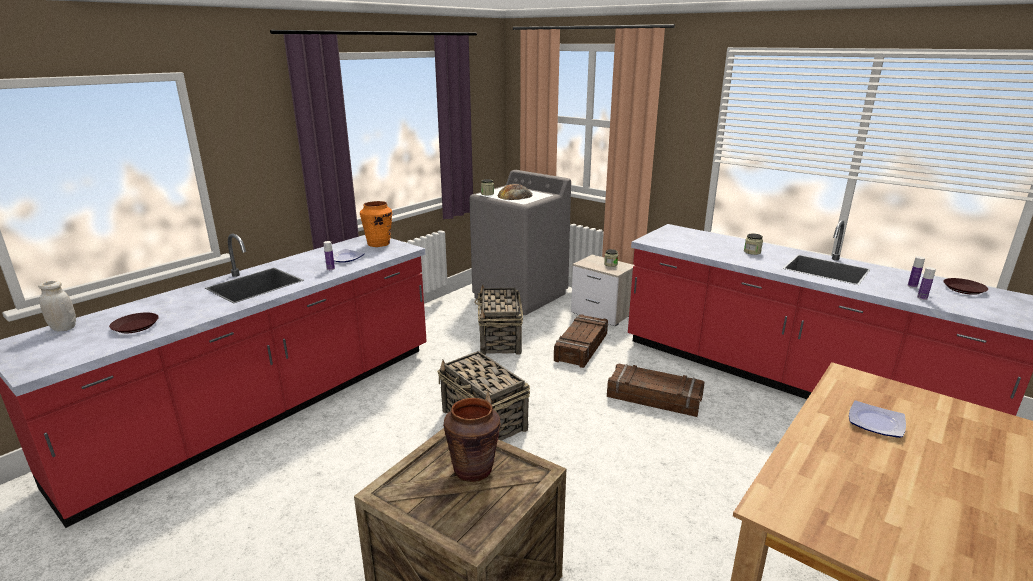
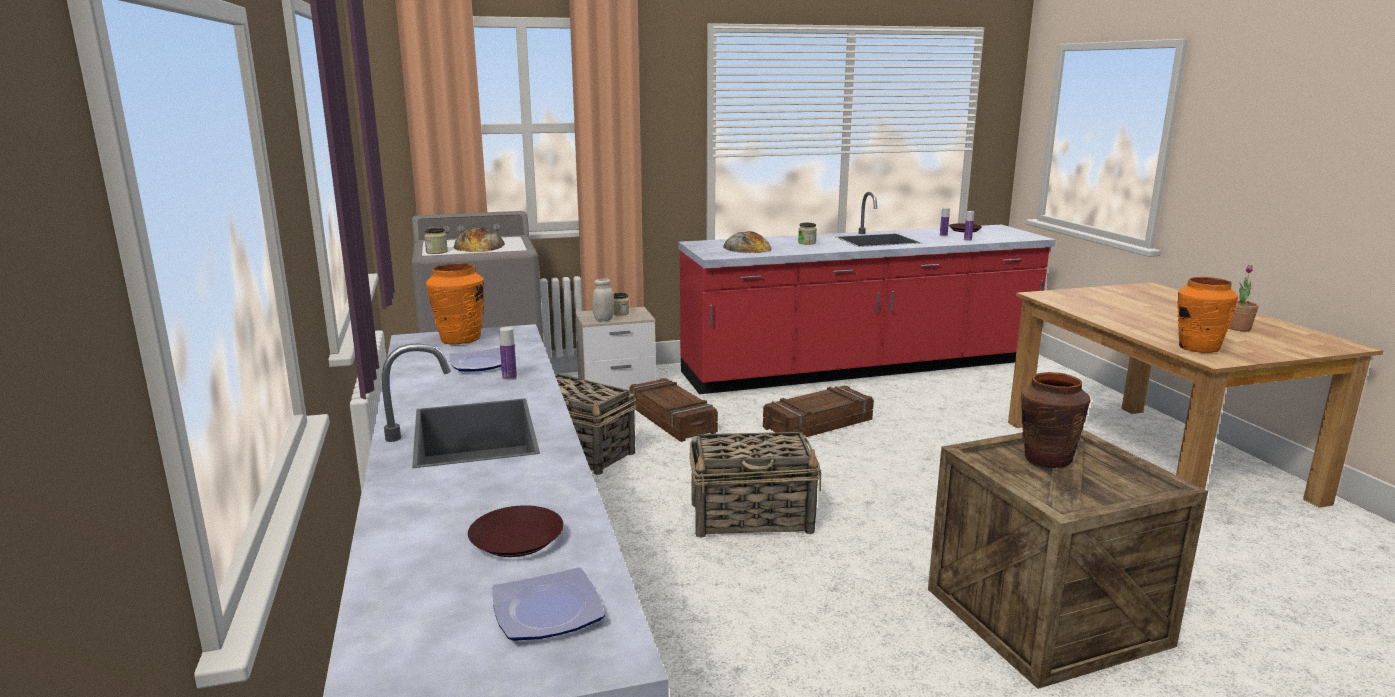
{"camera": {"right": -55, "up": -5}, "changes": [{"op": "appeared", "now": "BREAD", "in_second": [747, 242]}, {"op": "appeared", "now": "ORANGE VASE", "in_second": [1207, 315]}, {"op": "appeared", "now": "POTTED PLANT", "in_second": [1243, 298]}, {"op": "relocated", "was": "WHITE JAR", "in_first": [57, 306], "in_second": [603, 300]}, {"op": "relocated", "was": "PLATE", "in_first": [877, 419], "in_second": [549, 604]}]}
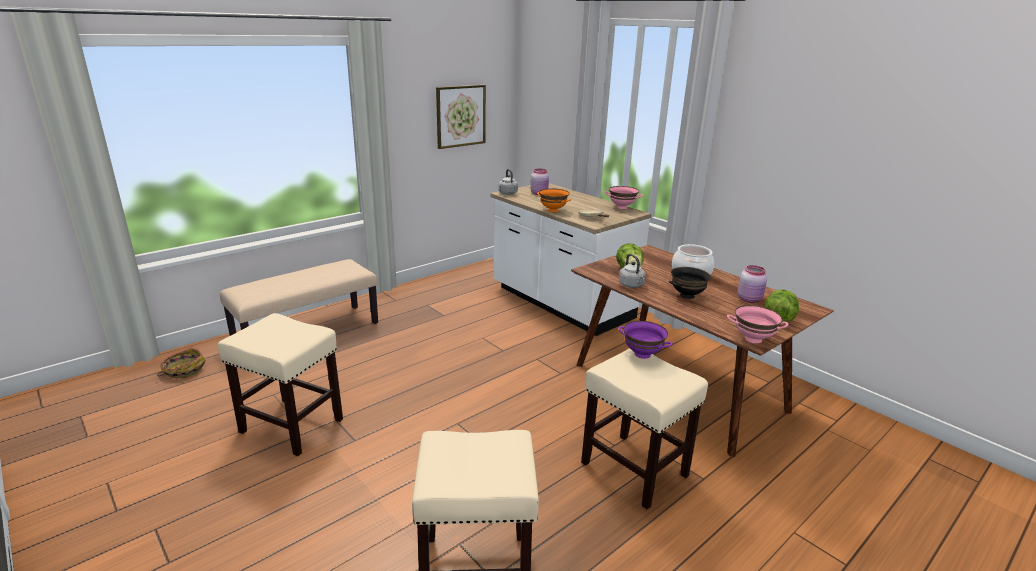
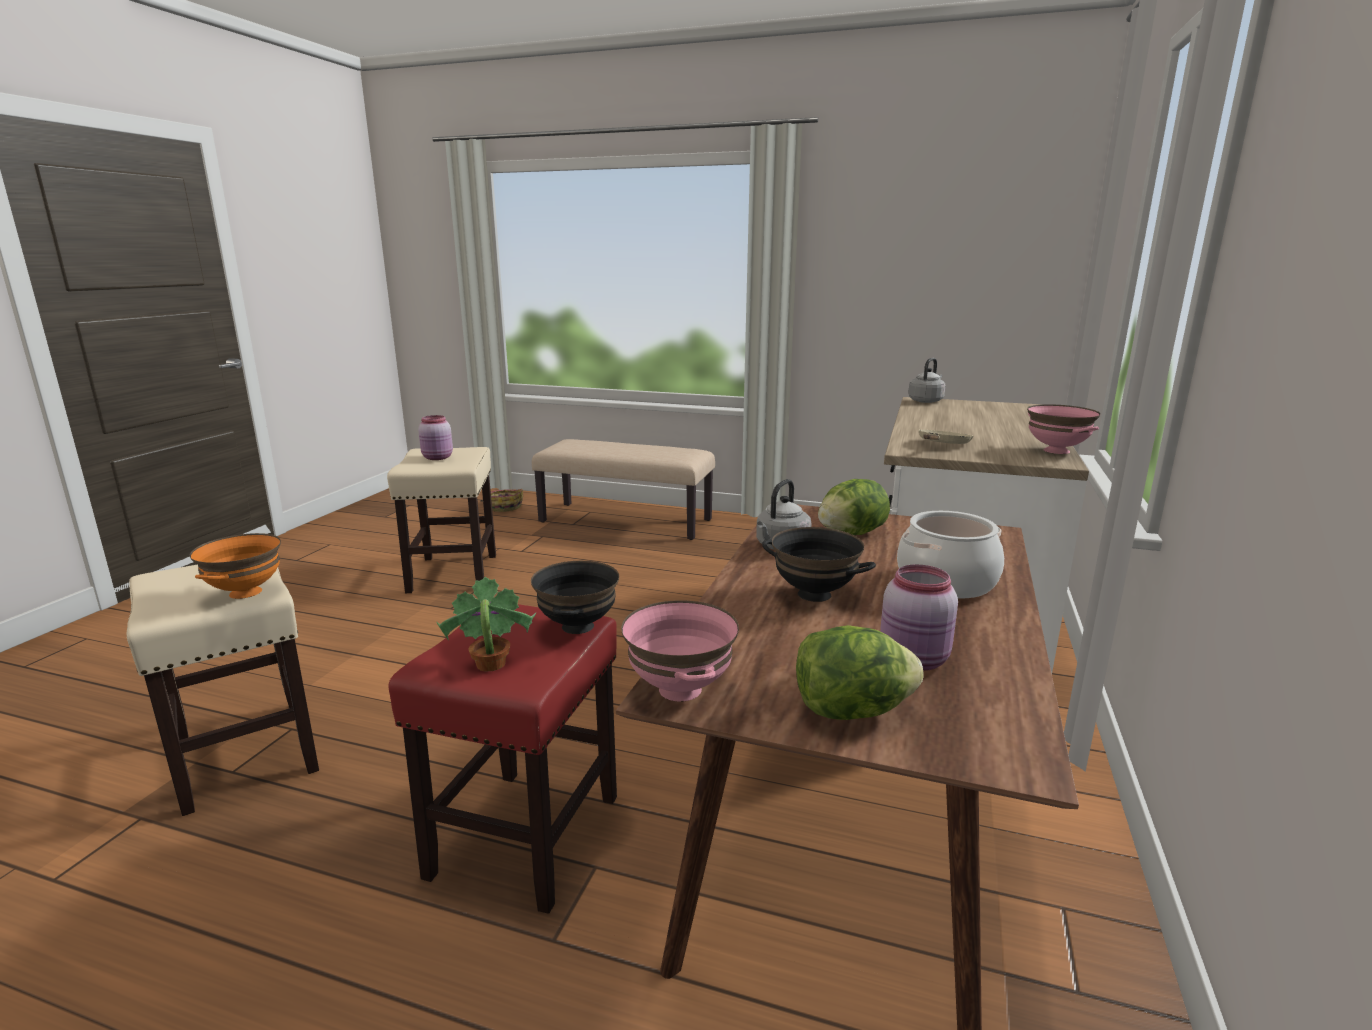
{"camera": {"right": 60, "up": -5}, "changes": [{"op": "missing", "was": "PICTURE", "in_first": [461, 117]}, {"op": "appeared", "now": "POTTED PLANT", "in_second": [486, 624]}, {"op": "relocated", "was": "PINK JAR", "in_first": [540, 182], "in_second": [435, 437]}, {"op": "relocated", "was": "ORANGE BOWL", "in_first": [554, 200], "in_second": [235, 566]}, {"op": "colour", "was": "BEIGE STOOL", "now": "RED STOOL", "in_first": [644, 428], "in_second": [503, 759]}, {"op": "colour", "was": "PURPLE BOWL", "now": "BLACK BOWL", "in_first": [645, 340], "in_second": [575, 597]}]}
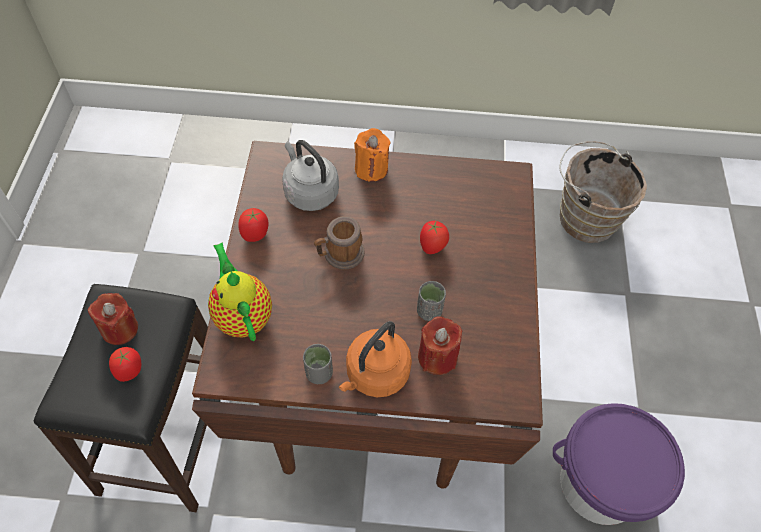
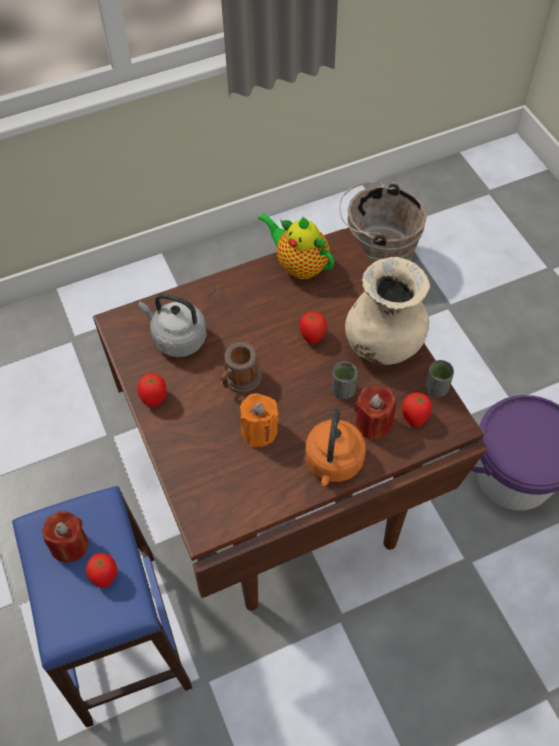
{"camera": {"right": -25, "up": 0}, "changes": [{"op": "appeared", "now": "BEIGE VASE", "in_second": [387, 311]}, {"op": "appeared", "now": "TOMATO", "in_second": [417, 410]}, {"op": "relocated", "was": "TEAPOT", "in_first": [240, 291], "in_second": [296, 246]}, {"op": "relocated", "was": "GREY CUP", "in_first": [318, 364], "in_second": [439, 378]}, {"op": "relocated", "was": "ORANGE CANDLE", "in_first": [372, 155], "in_second": [259, 420]}, {"op": "colour", "was": "BLACK STOOL", "now": "BLUE STOOL", "in_first": [121, 398], "in_second": [102, 607]}]}
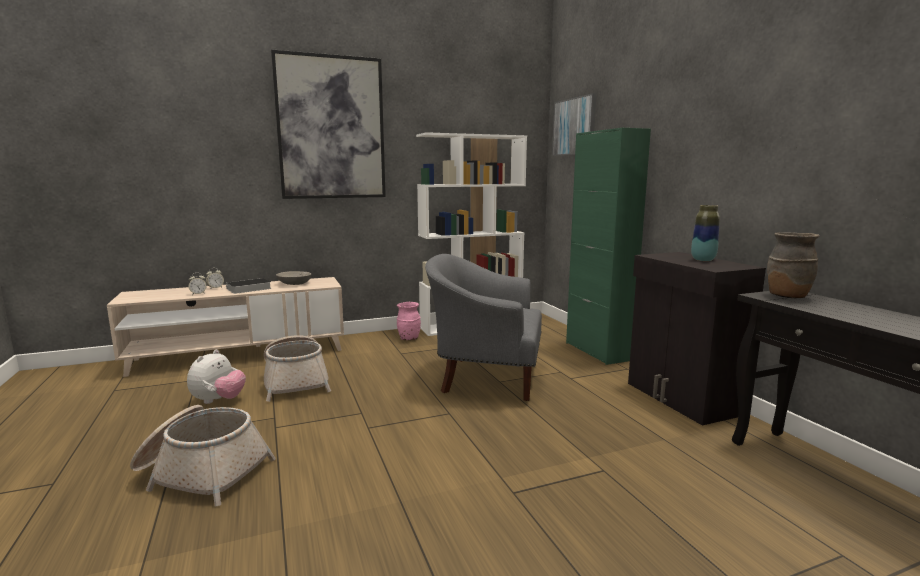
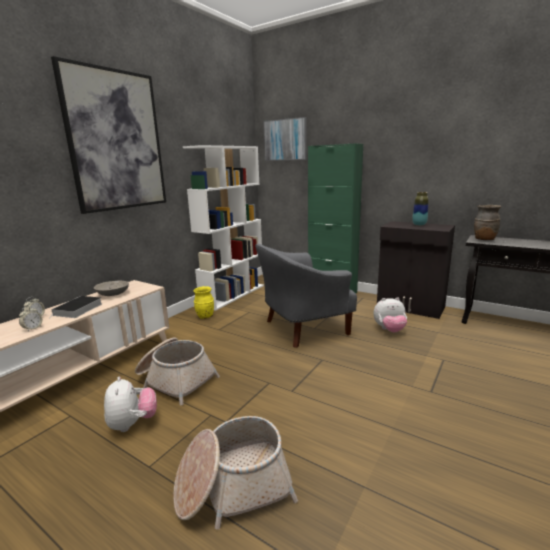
{"camera": {"right": -35, "up": 5}, "changes": [{"op": "appeared", "now": "PLUSH TOY", "in_second": [390, 315]}, {"op": "colour", "was": "PINK VASE", "now": "YELLOW VASE", "in_first": [409, 321], "in_second": [204, 302]}]}
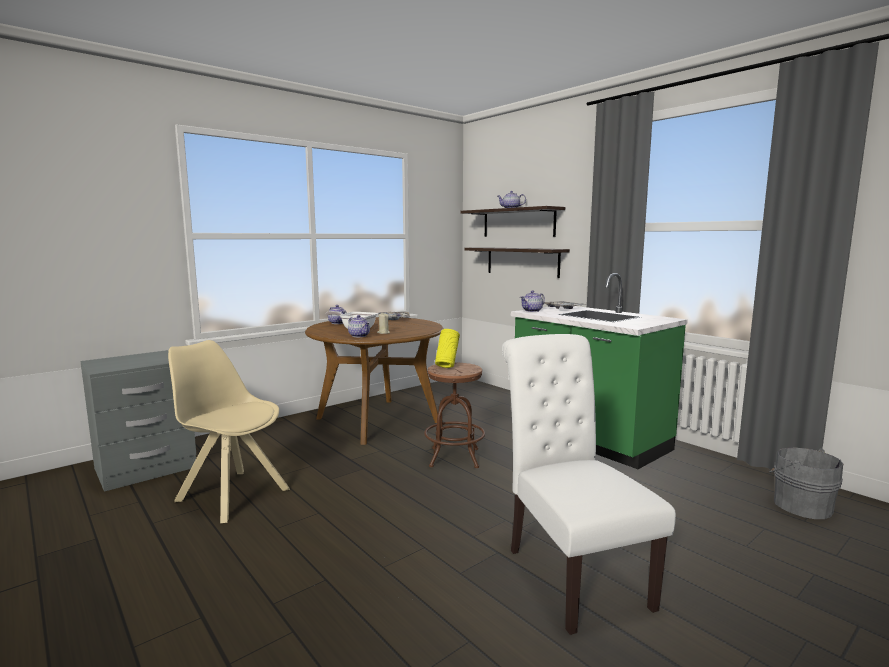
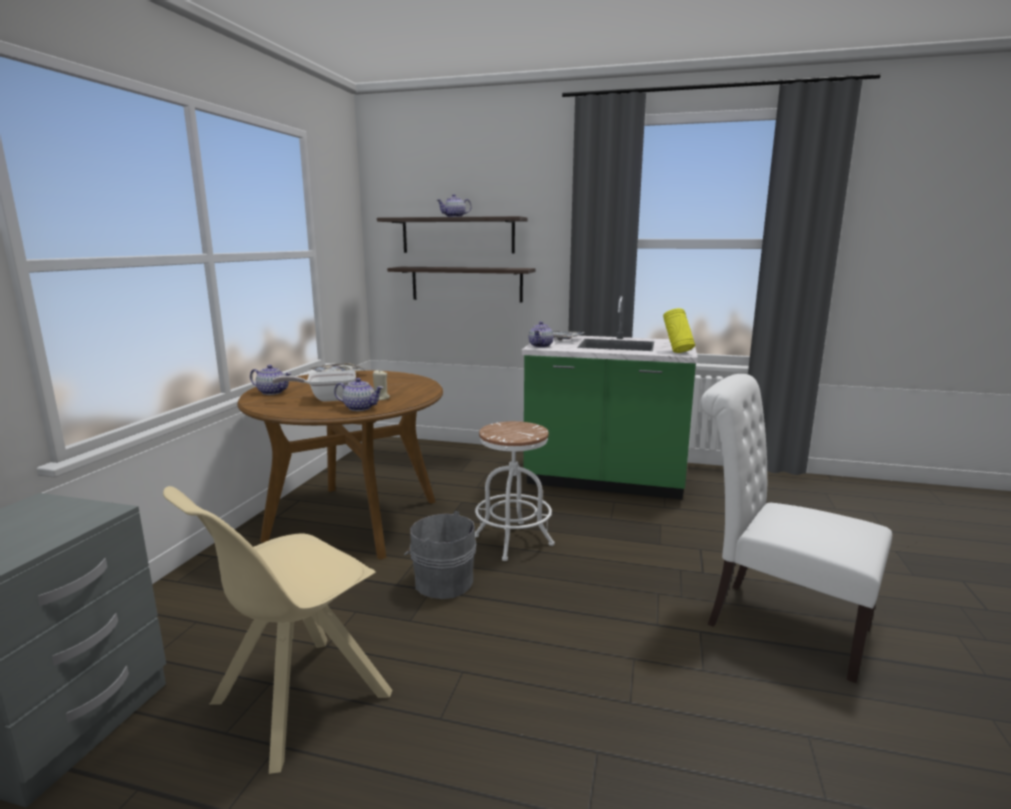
{"camera": {"right": -35, "up": 5}, "changes": [{"op": "relocated", "was": "YELLOW VASE", "in_first": [447, 348], "in_second": [679, 330]}, {"op": "relocated", "was": "GREY BUCKET", "in_first": [806, 483], "in_second": [440, 555]}, {"op": "colour", "was": "BROWN STOOL", "now": "WHITE STOOL", "in_first": [454, 415], "in_second": [515, 491]}, {"op": "spun", "was": "BEIGE CHAIR", "in_first": [229, 431], "in_second": [277, 630], "clockwise": -45}]}
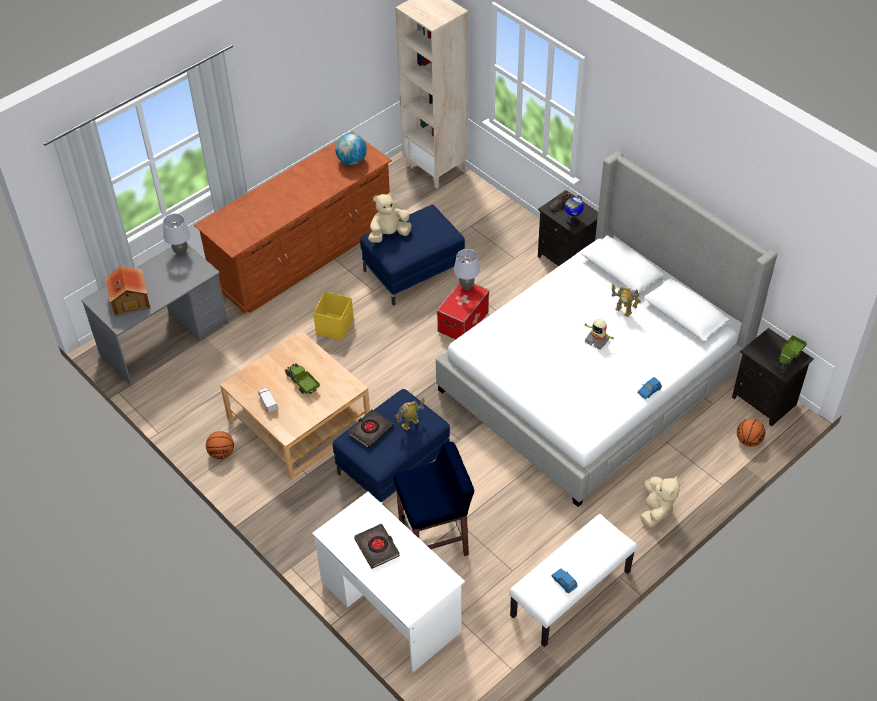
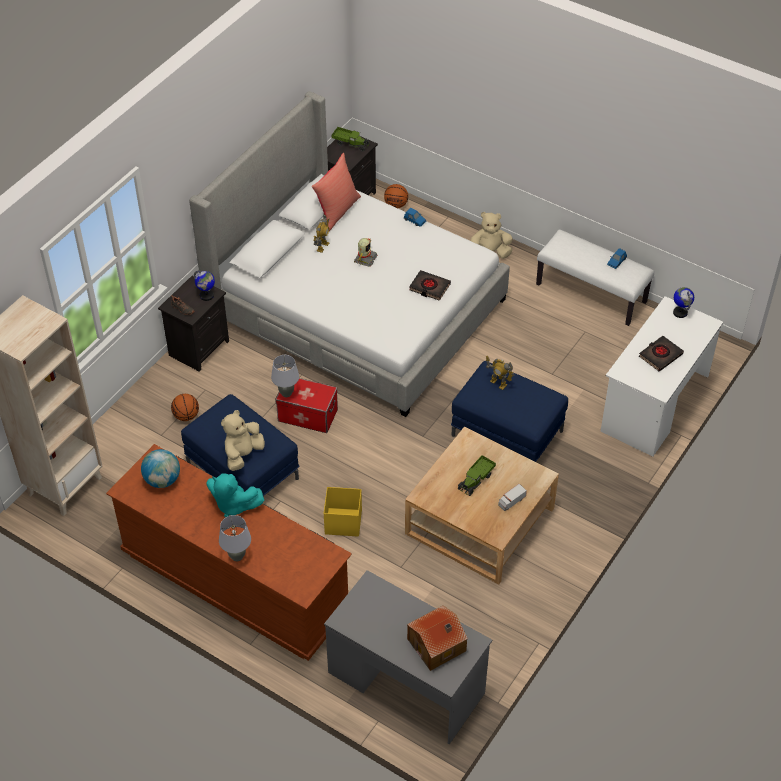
{"camera": {"right": -105, "up": 0}, "changes": [{"op": "missing", "was": "BLUE STOOL", "in_first": [434, 499]}, {"op": "appeared", "now": "TURQUOISE PLUSH TOY", "in_second": [235, 495]}, {"op": "appeared", "now": "RED PILLOW", "in_second": [336, 192]}, {"op": "appeared", "now": "GLOBE", "in_second": [683, 302]}, {"op": "relocated", "was": "GREY TABLE LAMP", "in_first": [177, 235], "in_second": [235, 538]}, {"op": "relocated", "was": "BASKETBALL", "in_first": [220, 445], "in_second": [185, 407]}, {"op": "relocated", "was": "BLACK BOOK", "in_first": [370, 428], "in_second": [430, 285]}, {"op": "spun", "was": "BEIGE PLUSH TOY", "in_first": [390, 218], "in_second": [243, 440], "clockwise": 75}]}
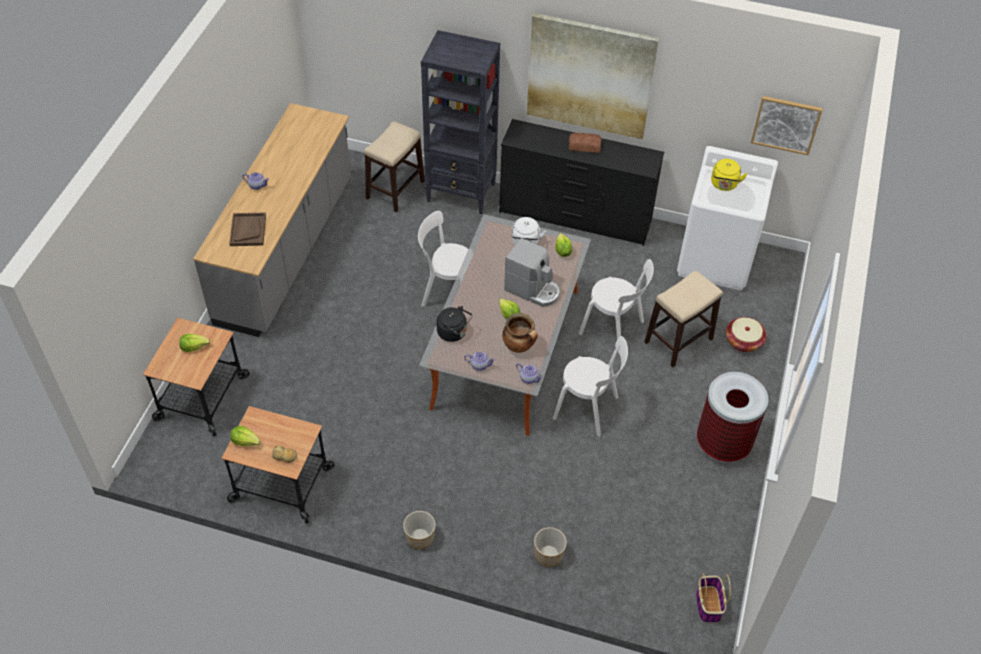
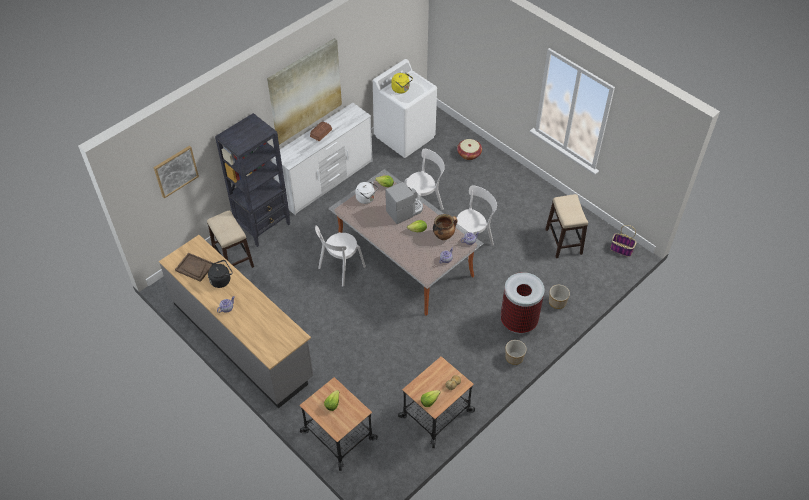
{"camera": {"right": -60, "up": 0}, "changes": [{"op": "relocated", "was": "BROWN TRAY", "in_first": [247, 229], "in_second": [194, 267]}, {"op": "relocated", "was": "BLACK KETTLE", "in_first": [454, 324], "in_second": [220, 274]}, {"op": "relocated", "was": "STOOL", "in_first": [683, 319], "in_second": [566, 226]}, {"op": "relocated", "was": "TRASH CAN", "in_first": [732, 417], "in_second": [523, 303]}, {"op": "relocated", "was": "PICTURE", "in_first": [787, 125], "in_second": [176, 172]}, {"op": "colour", "was": "BLACK DRESSER", "now": "WHITE DRESSER", "in_first": [581, 182], "in_second": [322, 159]}]}
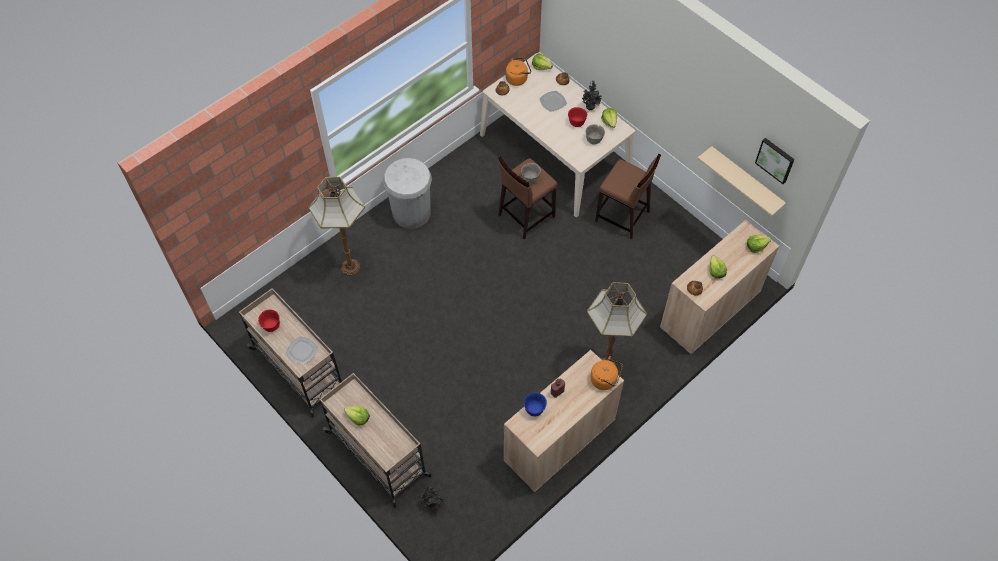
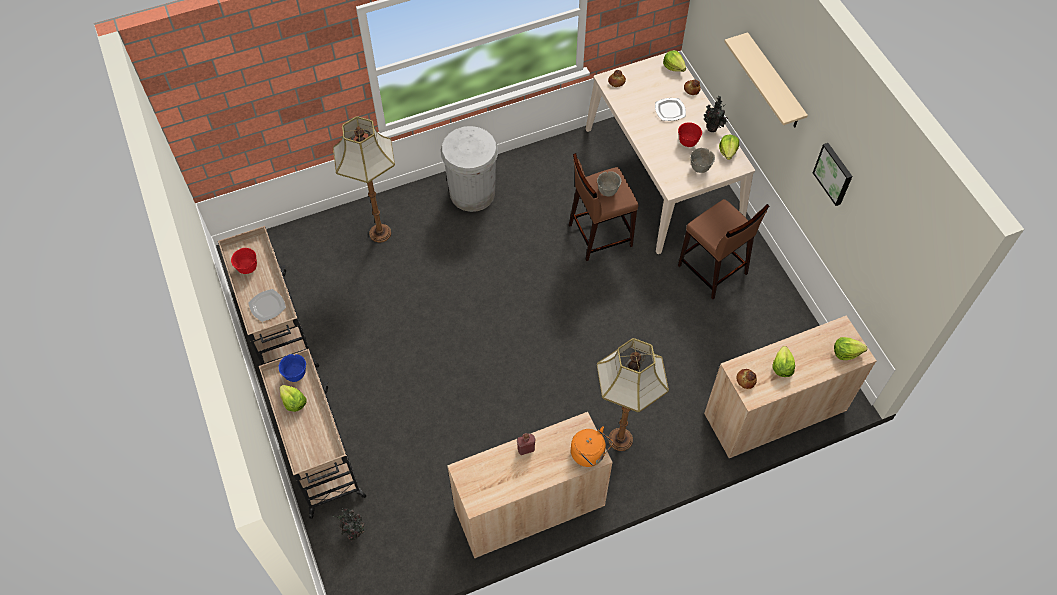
{"camera": {"right": 20, "up": 0}, "changes": [{"op": "missing", "was": "ORANGE KETTLE", "in_first": [518, 71]}, {"op": "relocated", "was": "BLUE BOWL", "in_first": [535, 404], "in_second": [292, 368]}, {"op": "relocated", "was": "BEIGE SHELF", "in_first": [741, 181], "in_second": [766, 79]}, {"op": "relocated", "was": "PICTURE", "in_first": [775, 161], "in_second": [832, 174]}]}
